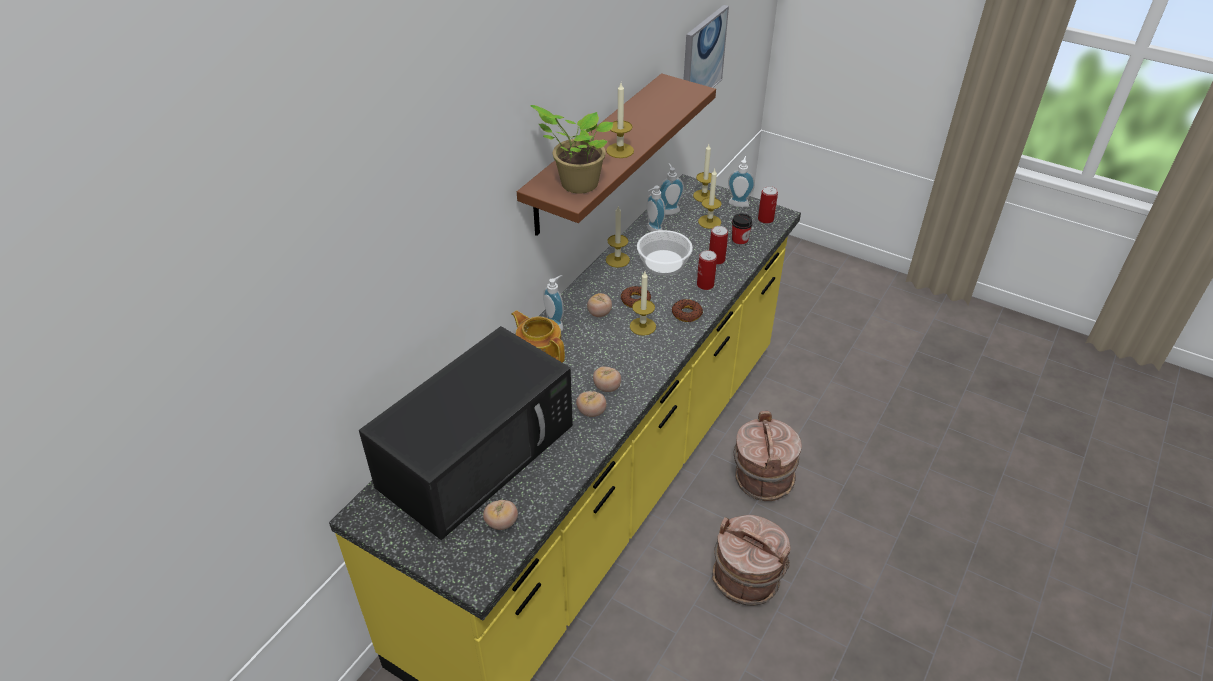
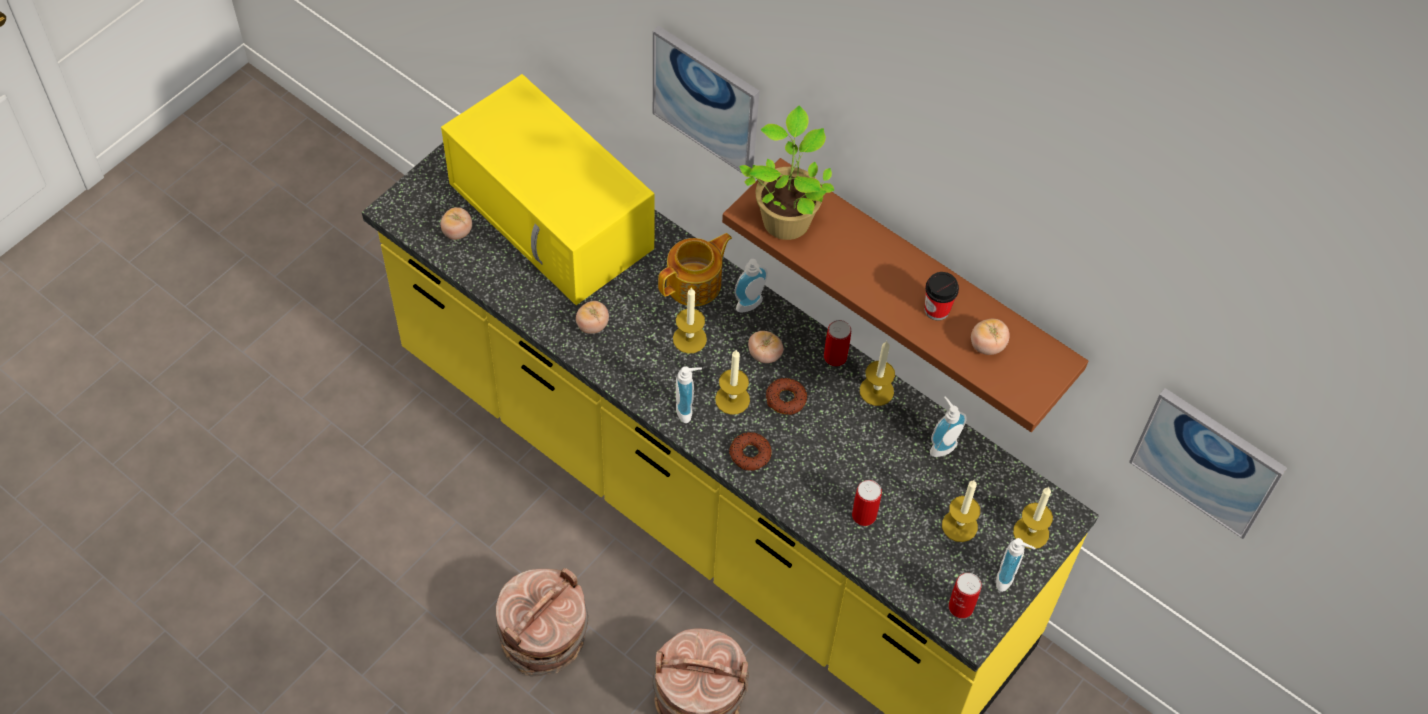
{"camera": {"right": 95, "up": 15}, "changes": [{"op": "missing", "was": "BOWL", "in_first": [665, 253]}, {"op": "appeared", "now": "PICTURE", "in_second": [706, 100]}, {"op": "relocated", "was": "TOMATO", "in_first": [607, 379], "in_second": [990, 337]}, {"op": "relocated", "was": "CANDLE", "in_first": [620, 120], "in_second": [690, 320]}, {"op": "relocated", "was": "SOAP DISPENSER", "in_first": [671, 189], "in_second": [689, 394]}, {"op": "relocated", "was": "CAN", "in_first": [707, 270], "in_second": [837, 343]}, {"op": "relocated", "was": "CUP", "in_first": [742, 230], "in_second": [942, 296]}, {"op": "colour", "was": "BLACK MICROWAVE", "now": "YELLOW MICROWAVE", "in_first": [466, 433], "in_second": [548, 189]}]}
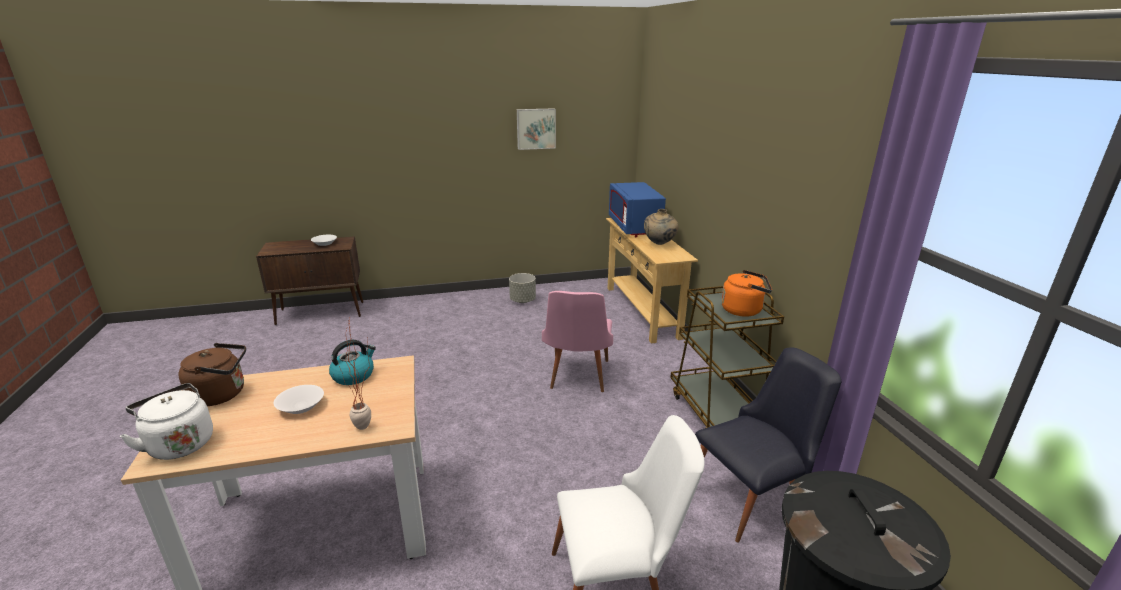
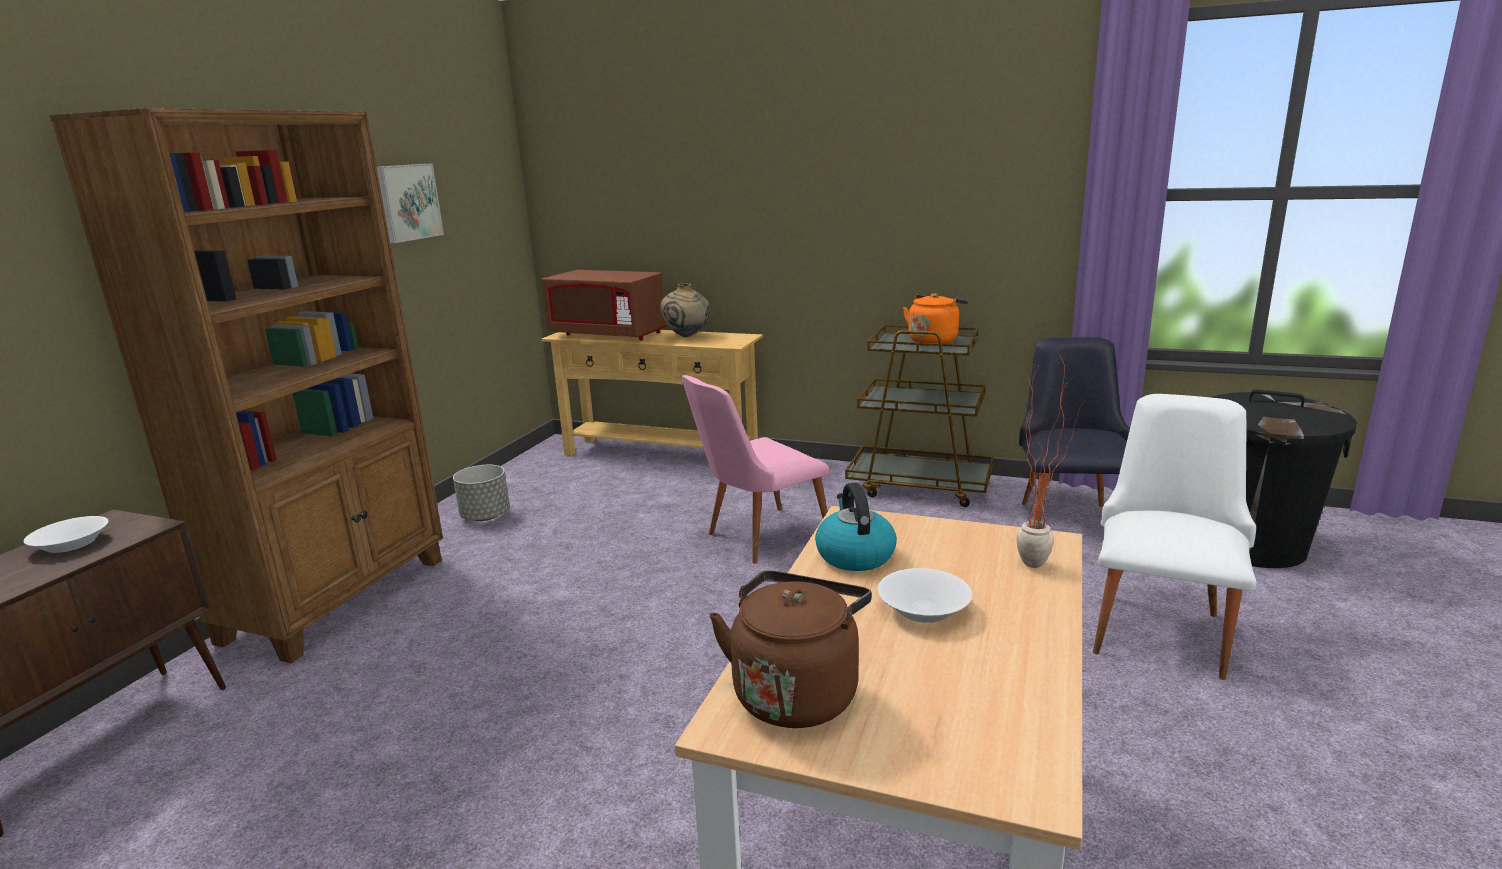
{"camera": {"right": -55, "up": -5}, "changes": [{"op": "missing", "was": "WHITE KETTLE", "in_first": [166, 421]}, {"op": "appeared", "now": "BROWN BOOKCASE", "in_second": [246, 385]}, {"op": "colour", "was": "BLUE MICROWAVE", "now": "BROWN MICROWAVE", "in_first": [637, 209], "in_second": [604, 305]}, {"op": "spun", "was": "PINK CHAIR", "in_first": [577, 341], "in_second": [755, 469], "clockwise": 105}]}
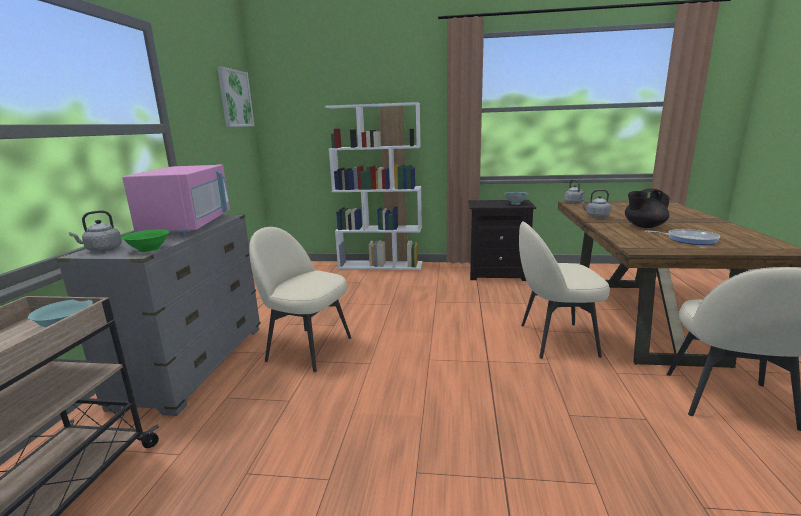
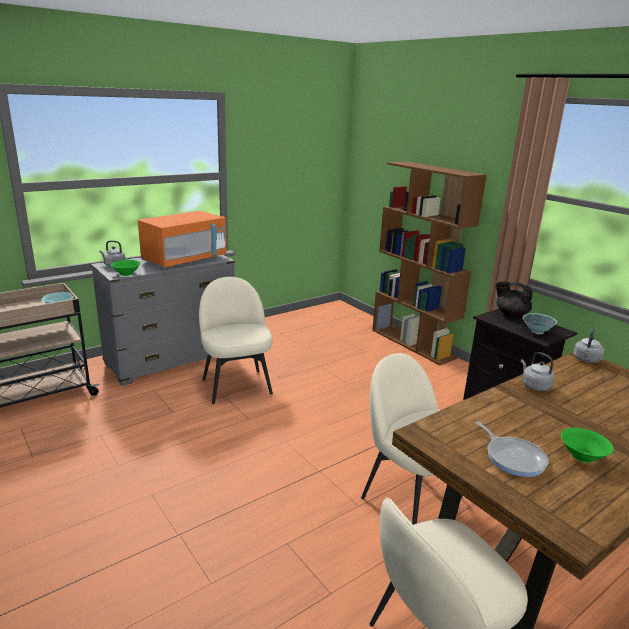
{"camera": {"right": 45, "up": 5}, "changes": [{"op": "missing", "was": "PICTURE", "in_first": [236, 96]}, {"op": "appeared", "now": "GREEN BOWL", "in_second": [587, 445]}, {"op": "relocated", "was": "BLACK TEAPOT", "in_first": [647, 208], "in_second": [514, 299]}, {"op": "colour", "was": "PINK MICROWAVE", "now": "ORANGE MICROWAVE", "in_first": [176, 199], "in_second": [182, 239]}, {"op": "colour", "was": "WHITE BOOKCASE", "now": "BROWN BOOKCASE", "in_first": [373, 186], "in_second": [429, 263]}]}
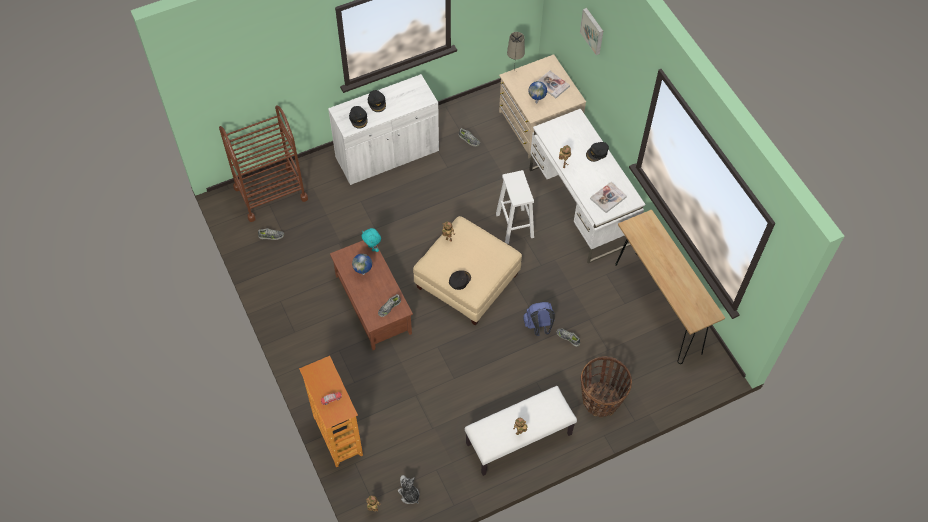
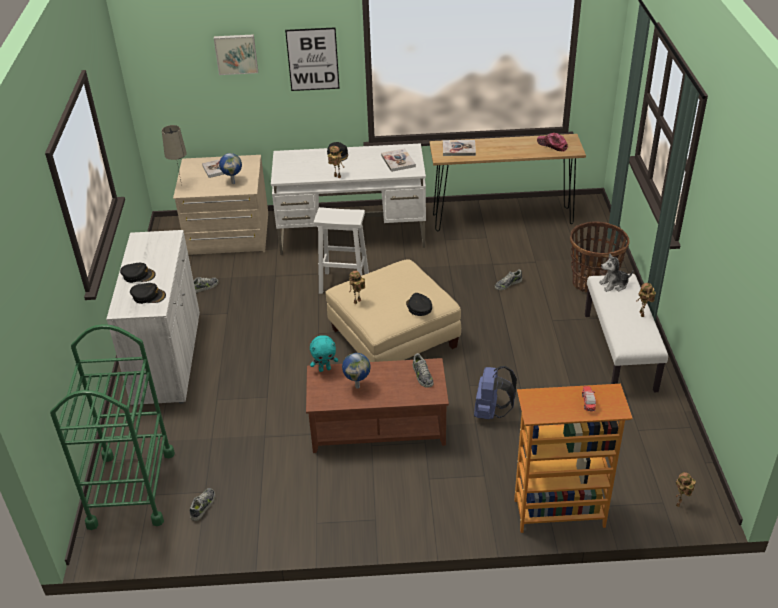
{"camera": {"right": -65, "up": -20}, "changes": [{"op": "appeared", "now": "PICTURE", "in_second": [312, 59]}, {"op": "appeared", "now": "BOOK", "in_second": [459, 148]}, {"op": "appeared", "now": "CAP", "in_second": [552, 142]}, {"op": "relocated", "was": "PLUSH TOY", "in_first": [408, 489], "in_second": [616, 272]}, {"op": "relocated", "was": "BLUE BACKPACK", "in_first": [539, 319], "in_second": [495, 392]}, {"op": "colour", "was": "BROWN CART", "now": "GREEN CART", "in_first": [263, 164], "in_second": [112, 427]}]}
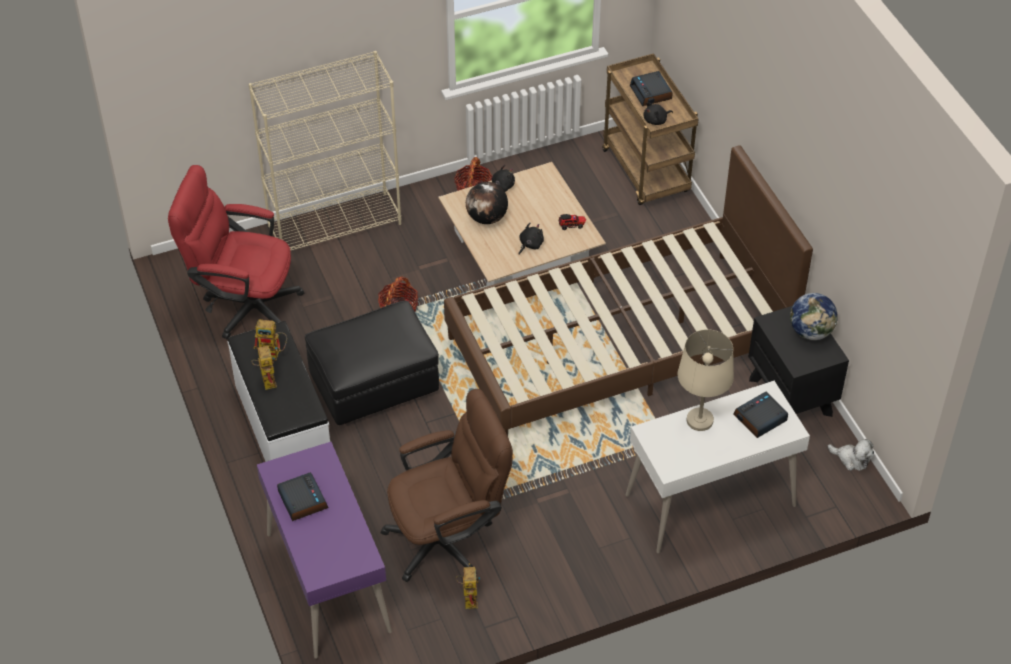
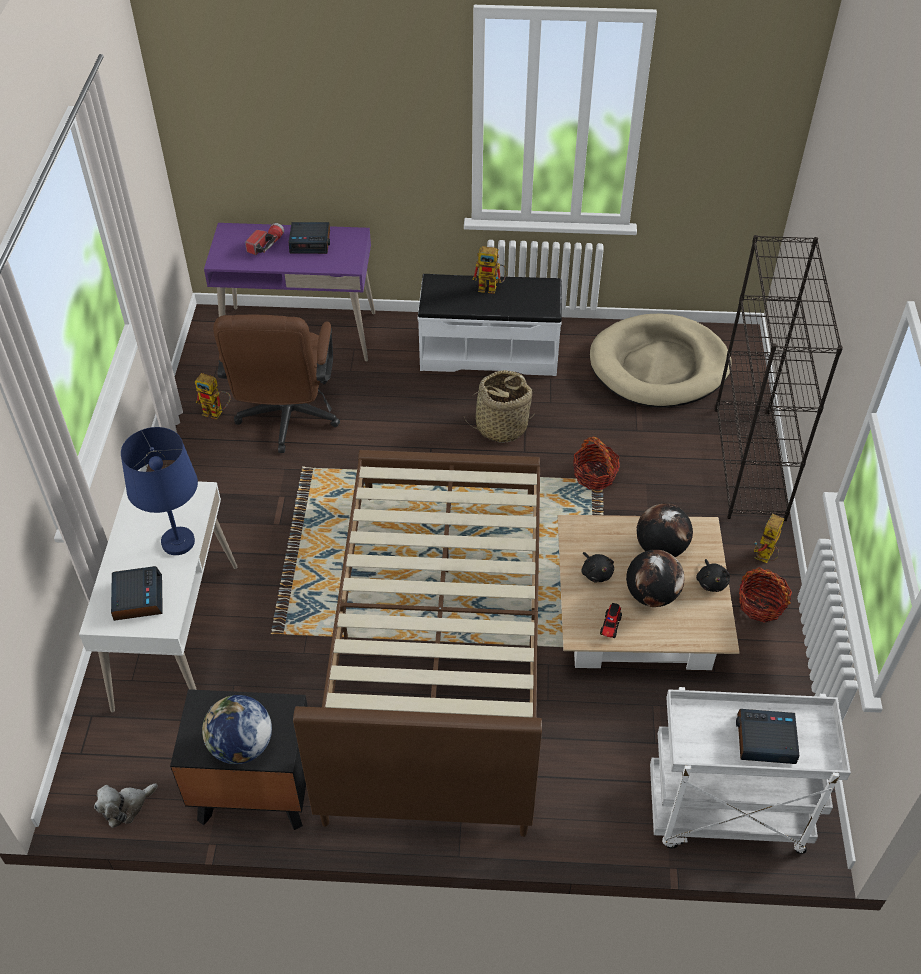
{"camera": {"right": 115, "up": 0}, "changes": [{"op": "missing", "was": "BLACK PLUSH TOY", "in_first": [658, 113]}, {"op": "appeared", "now": "FLASHLIGHT", "in_second": [264, 239]}, {"op": "appeared", "now": "GLOBE", "in_second": [655, 578]}, {"op": "relocated", "was": "TOY ROBOT", "in_first": [270, 340], "in_second": [769, 538]}, {"op": "exchanged", "was": "RED OFFICE CHAIR", "now": "BEIGE DOG BED", "in_first": [236, 252], "in_second": [660, 360]}, {"op": "exchanged", "was": "BLACK OTTOMAN", "now": "BASKET", "in_first": [372, 363], "in_second": [499, 406]}, {"op": "colour", "was": "BEIGE BOOKCASE", "now": "BLACK BOOKCASE", "in_first": [325, 150], "in_second": [779, 378]}, {"op": "colour", "was": "BROWN CART", "now": "WHITE CART", "in_first": [650, 129], "in_second": [750, 770]}, {"op": "colour", "was": "BEIGE TABLE LAMP", "now": "BLUE TABLE LAMP", "in_first": [706, 380], "in_second": [159, 491]}]}
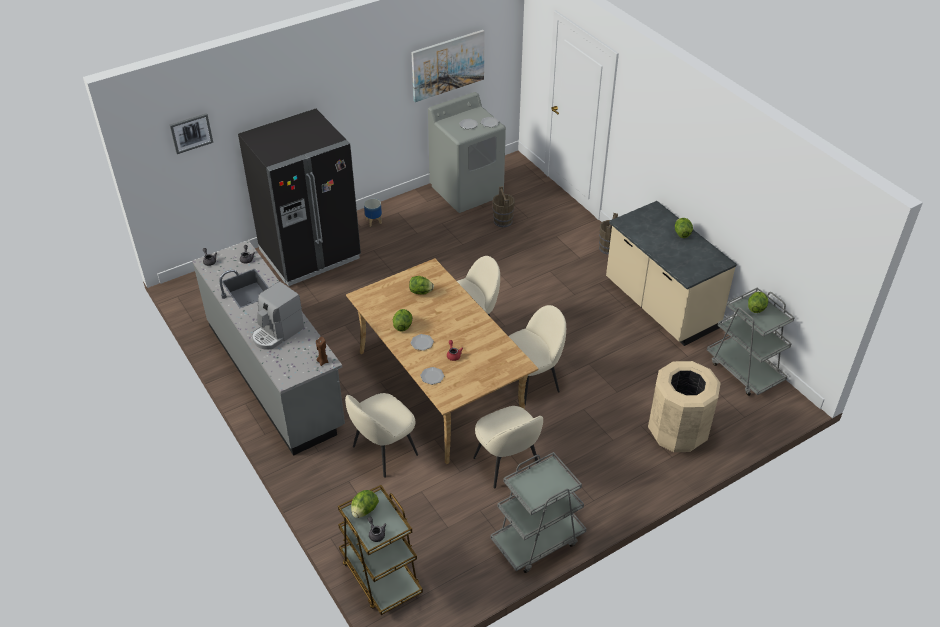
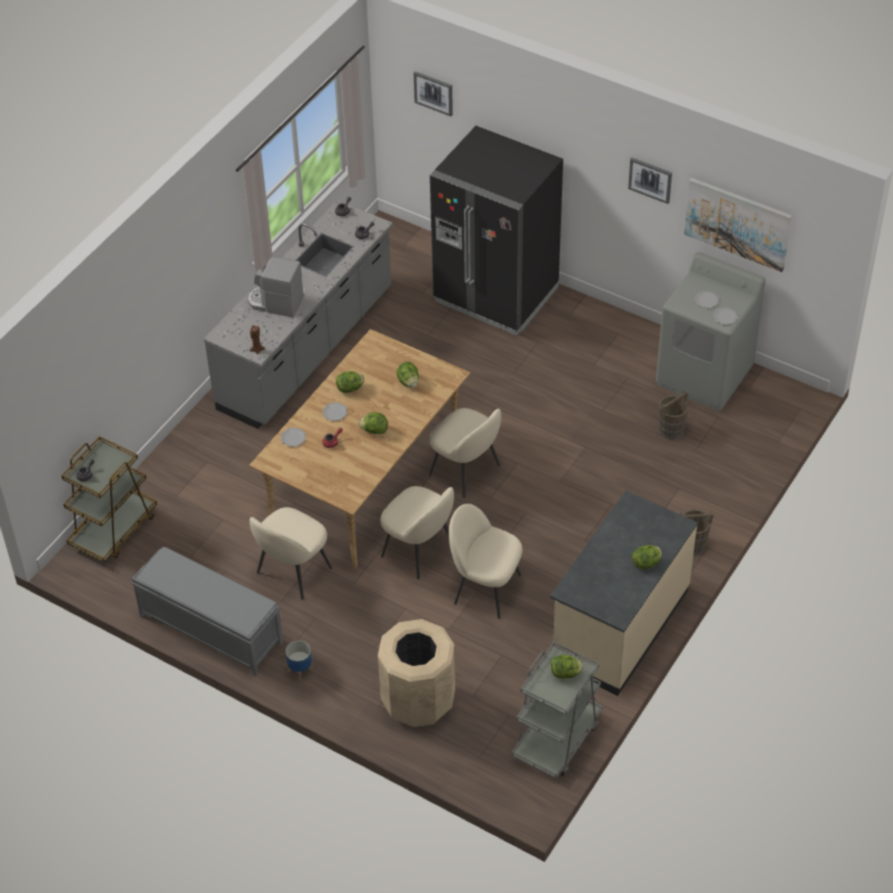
{"camera": {"right": 65, "up": 5}, "changes": [{"op": "appeared", "now": "PICTURE", "in_second": [650, 181]}, {"op": "relocated", "was": "BEIGE CHAIR", "in_first": [381, 435], "in_second": [485, 561]}, {"op": "relocated", "was": "LETTUCE", "in_first": [365, 504], "in_second": [373, 423]}, {"op": "relocated", "was": "PLANTER", "in_first": [373, 212], "in_second": [299, 661]}, {"op": "exchanged", "was": "GREY CART", "now": "GREY BENCH", "in_first": [538, 512], "in_second": [207, 612]}]}
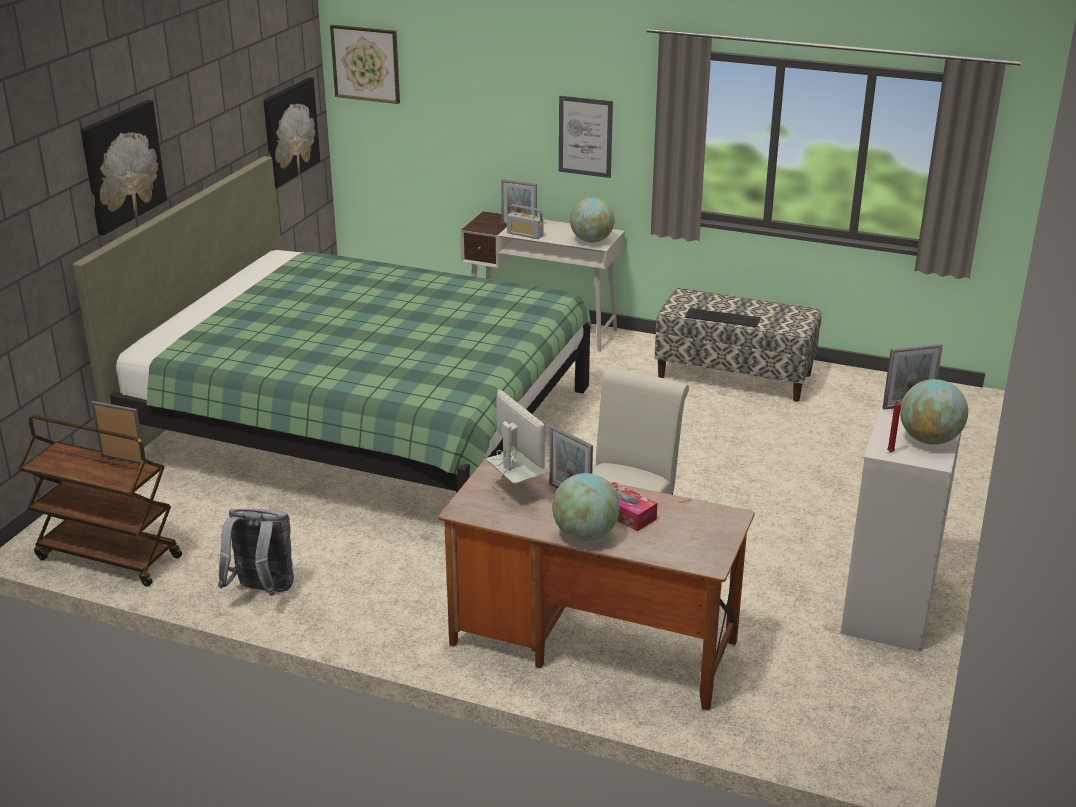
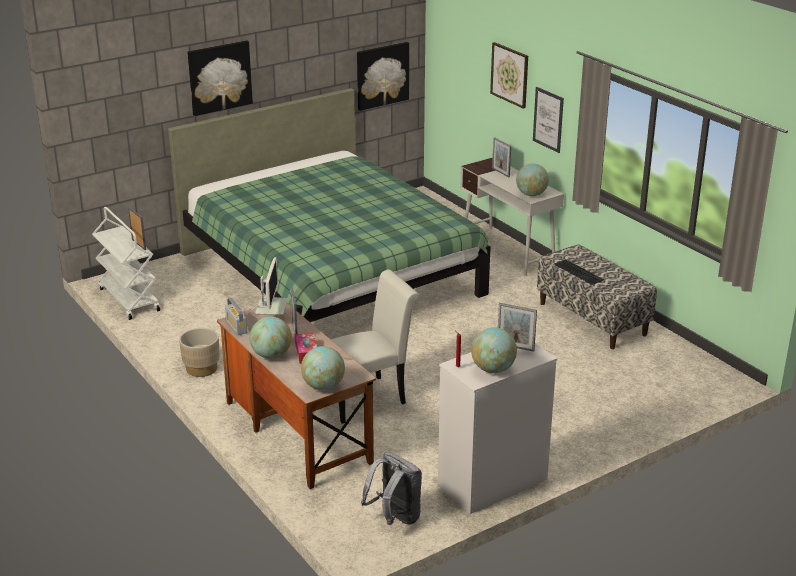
{"camera": {"right": 35, "up": 0}, "changes": [{"op": "appeared", "now": "BEIGE PLANTER", "in_second": [199, 352]}, {"op": "appeared", "now": "GLOBE", "in_second": [323, 368]}, {"op": "relocated", "was": "GREY BACKPACK", "in_first": [256, 552], "in_second": [391, 488]}, {"op": "relocated", "was": "PICTURE", "in_first": [365, 64], "in_second": [509, 75]}, {"op": "relocated", "was": "RADIO", "in_first": [525, 221], "in_second": [236, 316]}, {"op": "colour", "was": "BROWN CART", "now": "WHITE CART", "in_first": [100, 500], "in_second": [126, 263]}]}
